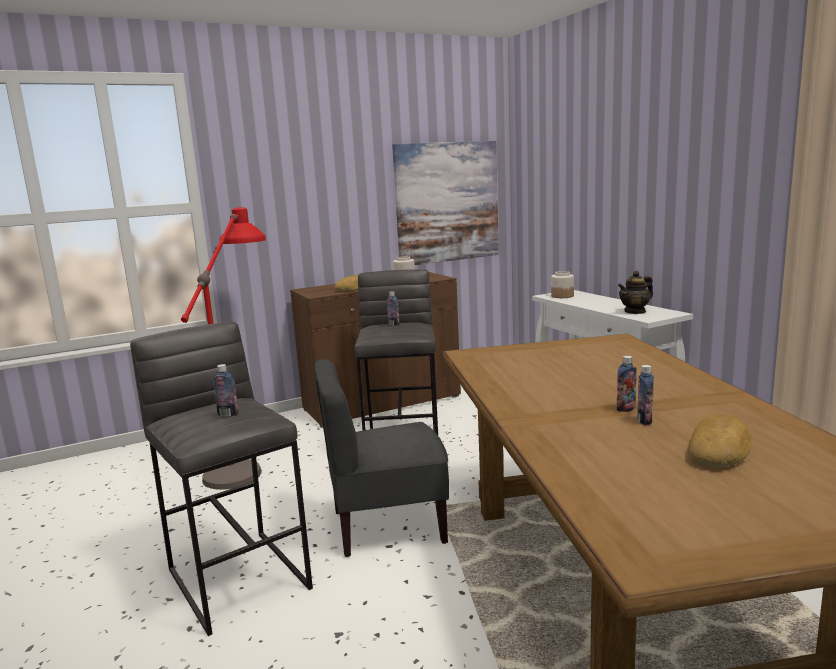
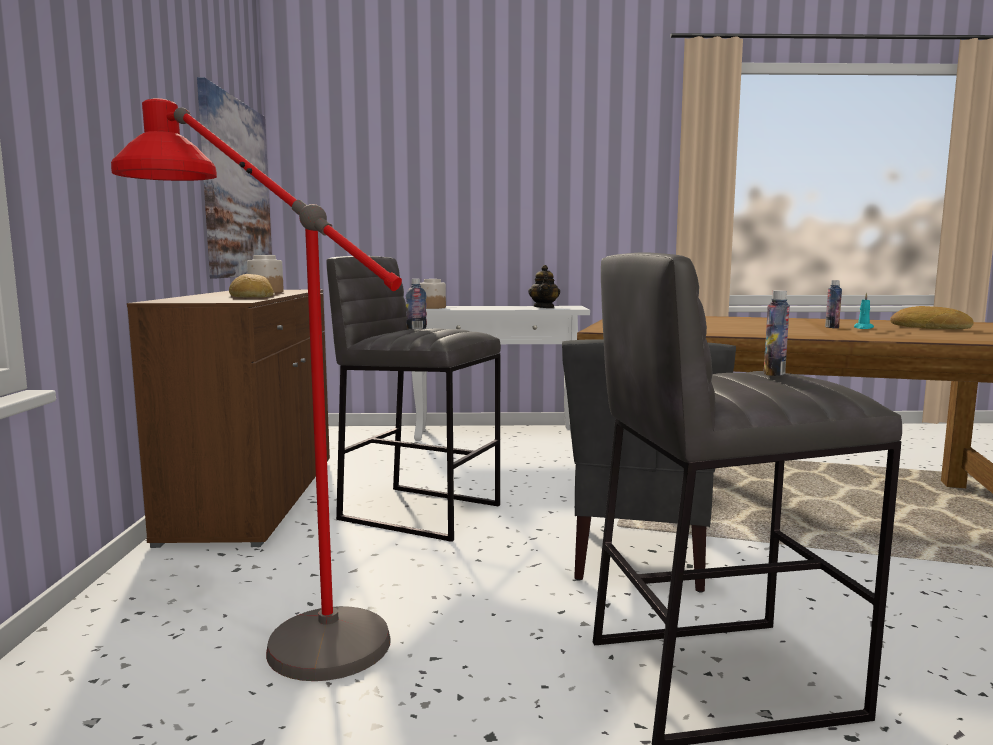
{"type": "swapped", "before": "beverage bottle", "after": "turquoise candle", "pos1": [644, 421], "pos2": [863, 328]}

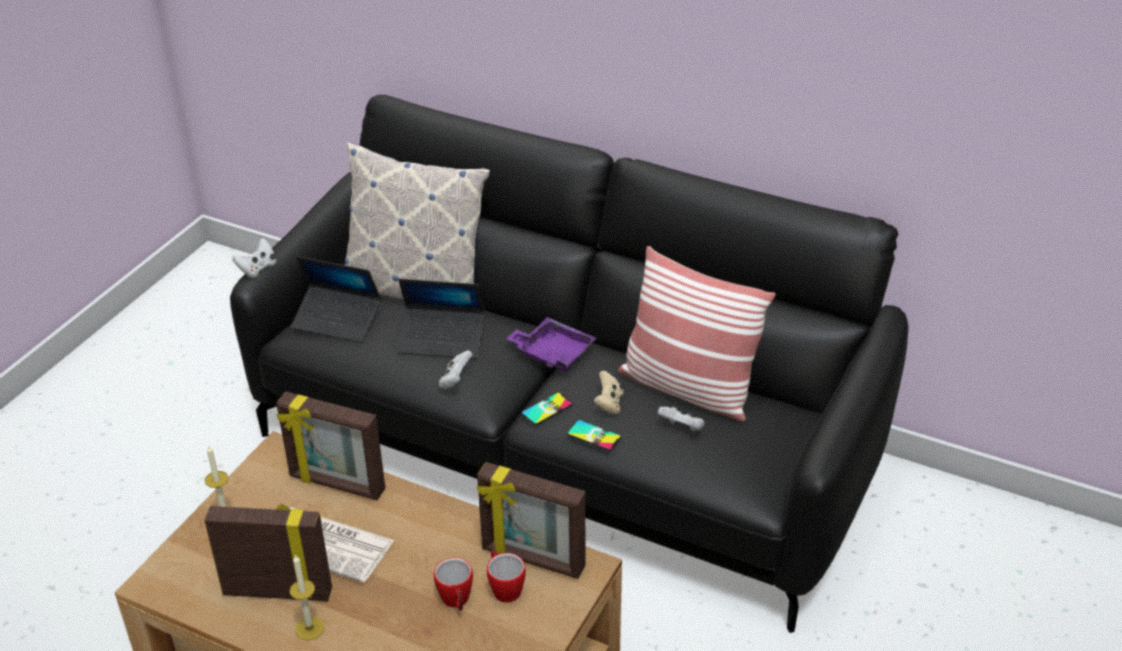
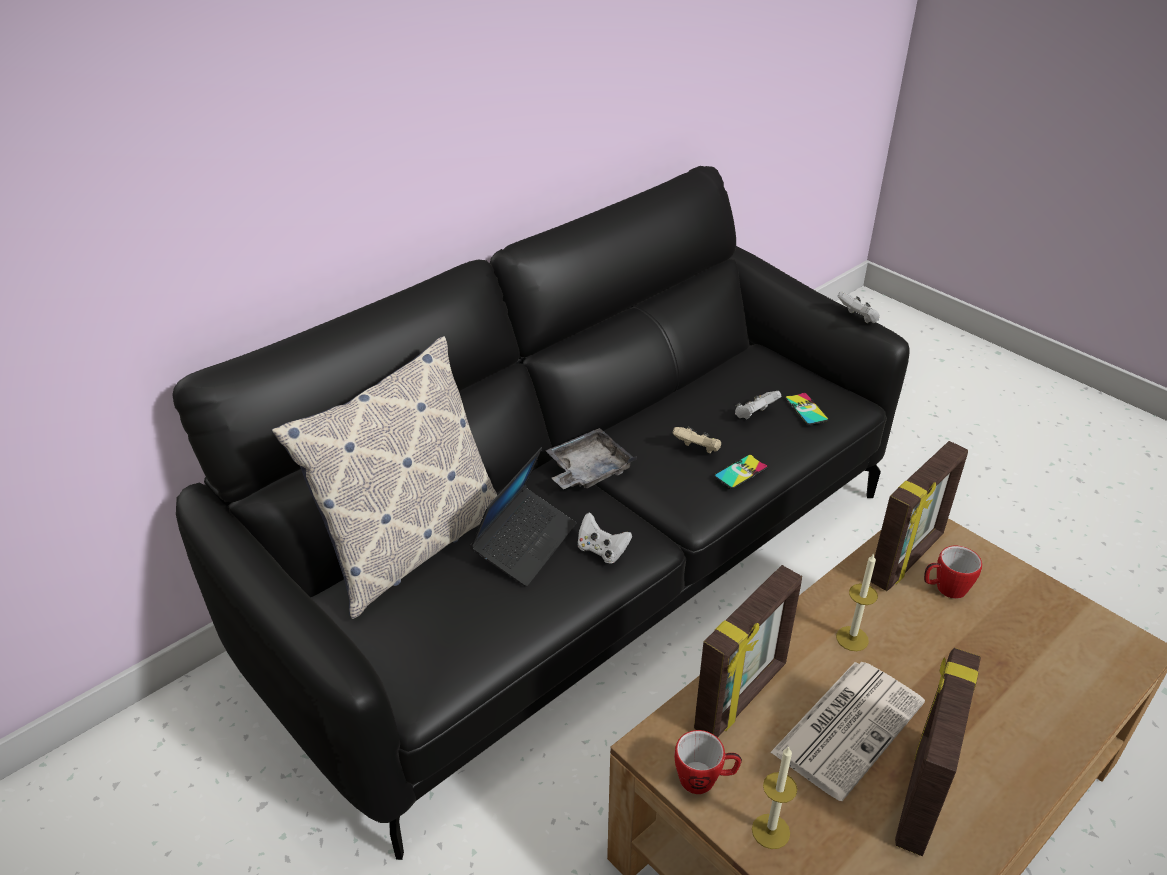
{"type": "gone", "before": "portable computer", "pos1": [337, 321]}
{"type": "gone", "before": "pillow", "pos1": [688, 388]}
{"type": "shifted", "before": "white-coloured joypad", "pos1": [258, 269], "pos2": [858, 318]}
{"type": "shifted", "before": "candle", "pos1": [309, 628], "pos2": [852, 638]}
{"type": "shifted", "before": "mug", "pos1": [456, 602], "pos2": [705, 779]}
{"type": "shifted", "before": "phone", "pos1": [547, 409], "pos2": [806, 409]}
{"type": "repainted", "before": "purple serving tray", "after": "greyish serving tray", "pos1": [553, 353], "pos2": [588, 470]}

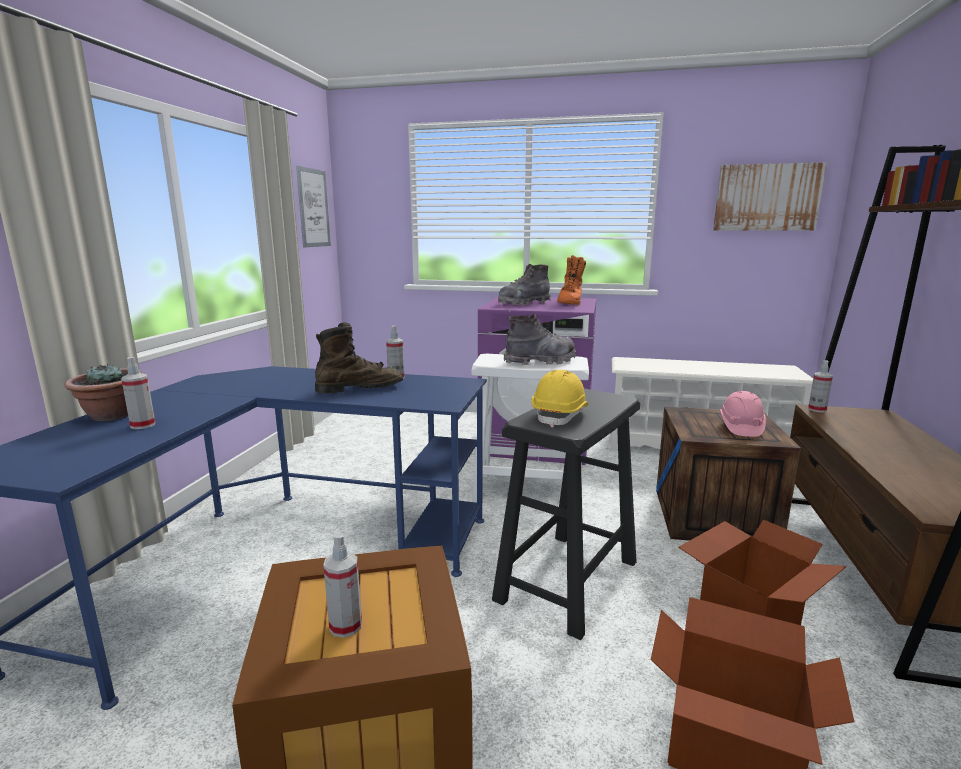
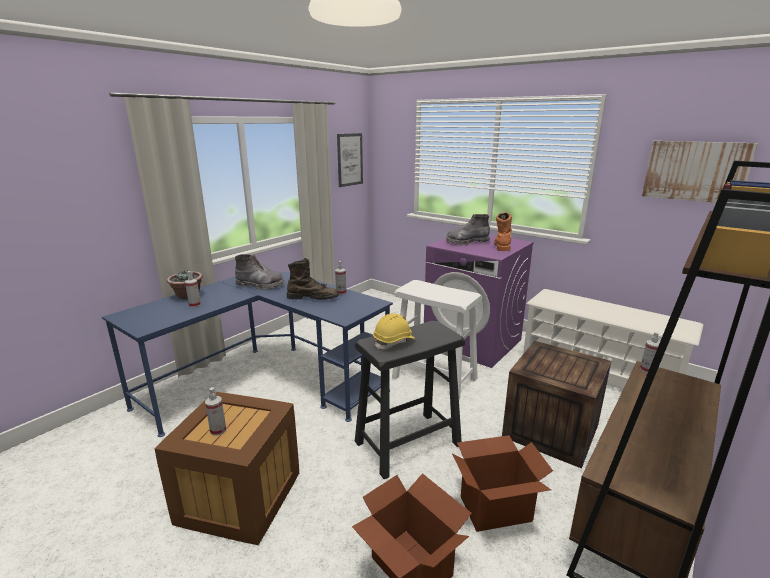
{"type": "gone", "before": "pink safety helmet", "pos1": [740, 427]}
{"type": "shifted", "before": "greyish high-top boot", "pos1": [540, 361], "pos2": [260, 286]}
{"type": "rotated", "before": "orangey high-top boot", "pos1": [570, 303], "pos2": [502, 246], "turn": 150}

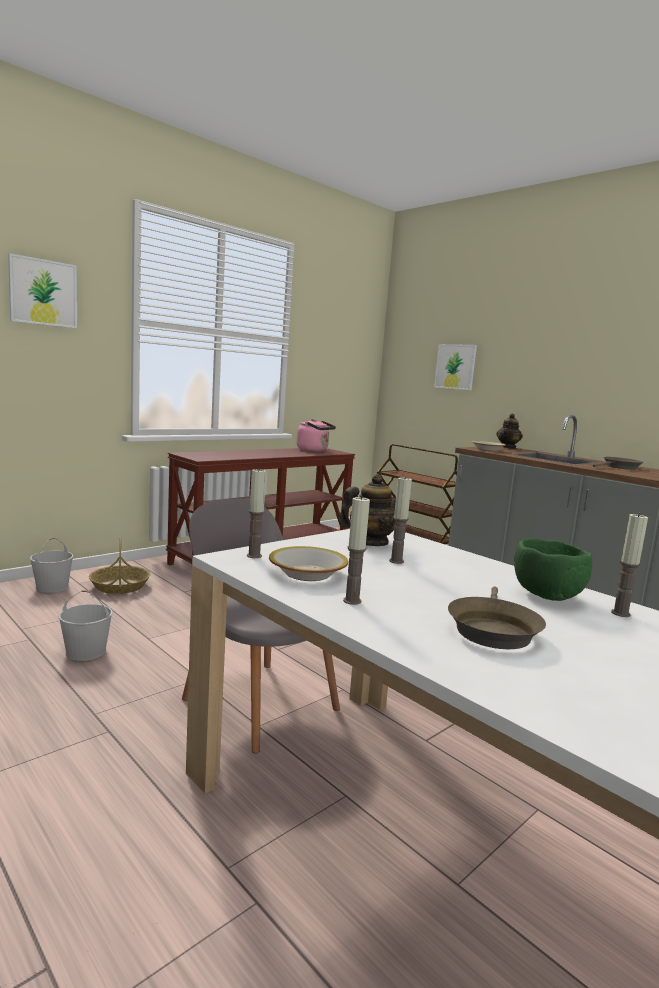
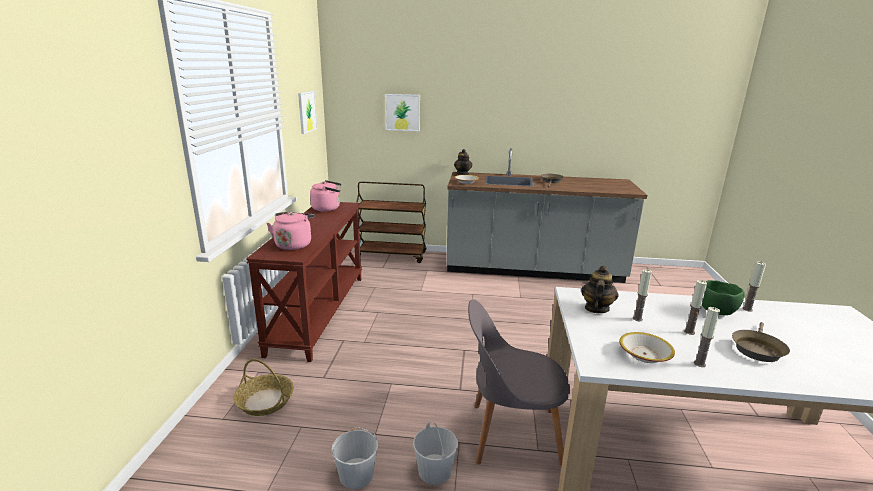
{"type": "new", "after": "pink tea kettle", "pos2": [294, 244]}
{"type": "shifted", "before": "wall picture", "pos1": [43, 292], "pos2": [307, 112]}
{"type": "shifted", "before": "white-coloured bucket", "pos1": [52, 587], "pos2": [434, 470]}
{"type": "shifted", "before": "candle", "pos1": [254, 556], "pos2": [689, 332]}
{"type": "rotated", "before": "brown-coloured pan", "pos1": [492, 629], "pos2": [757, 349], "turn": 60}

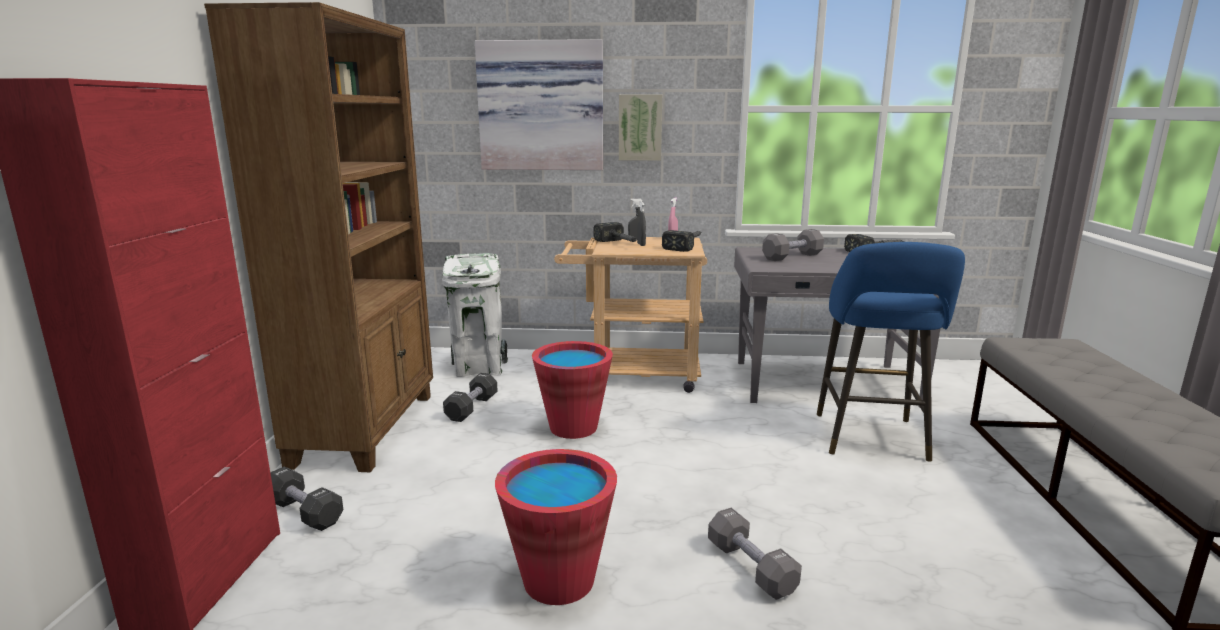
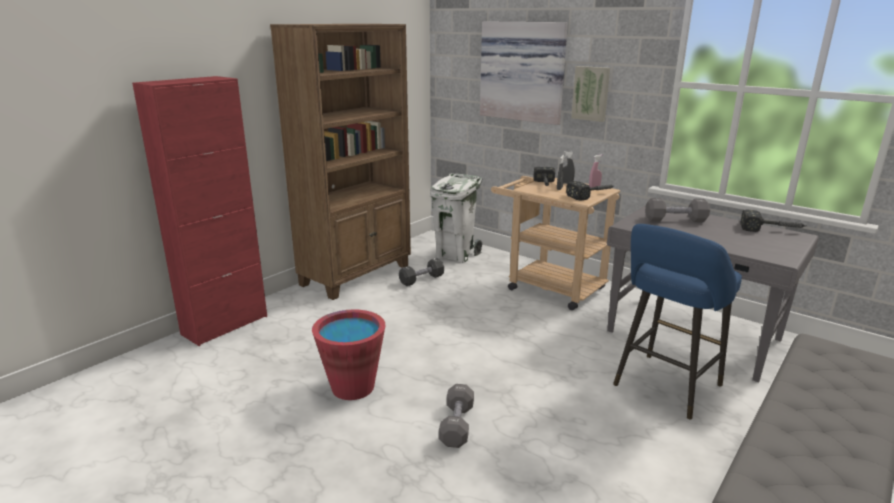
{"type": "gone", "before": "black dumbbell", "pos1": [304, 512]}
{"type": "gone", "before": "reddish bucket", "pos1": [573, 427]}

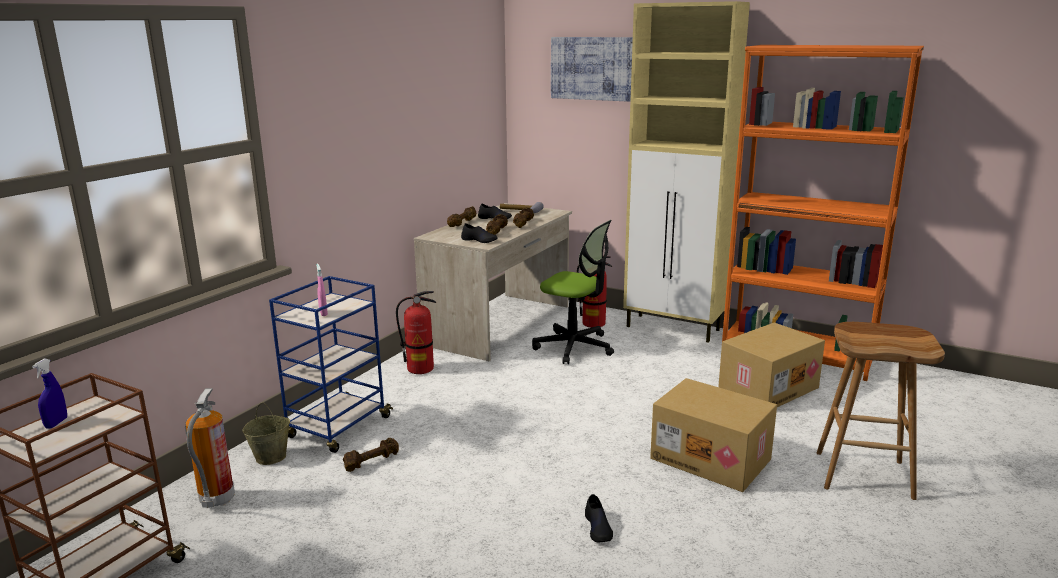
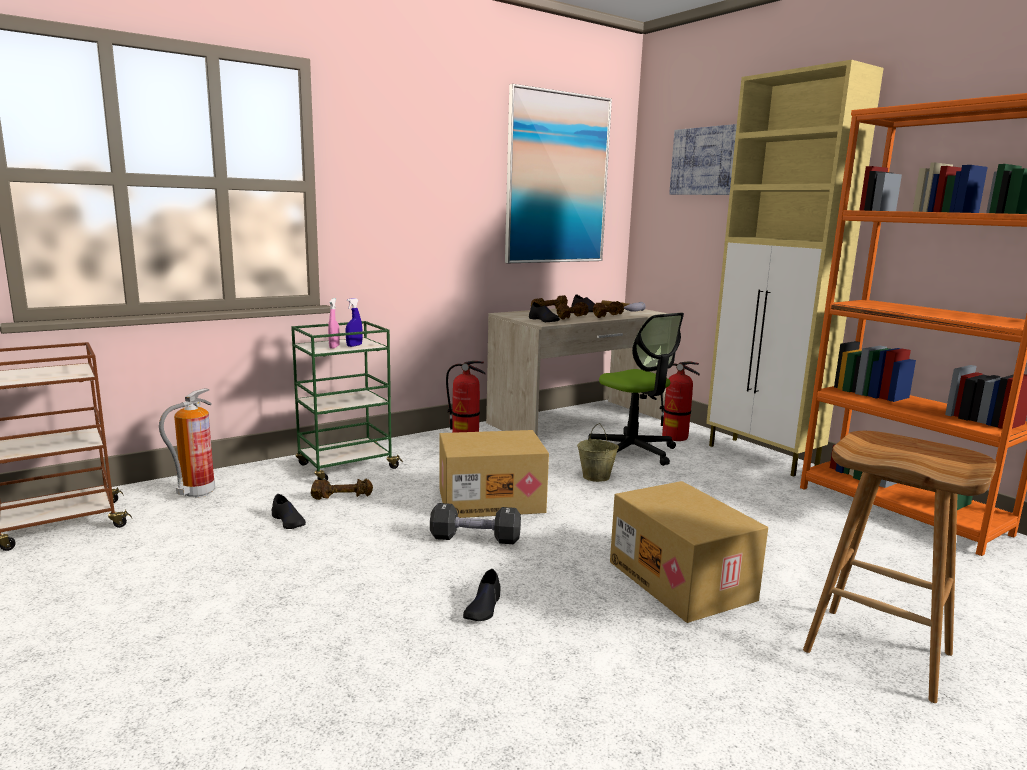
{"type": "new", "after": "black item of footwear", "pos2": [288, 521]}
{"type": "new", "after": "black dumbbell", "pos2": [475, 538]}
{"type": "new", "after": "wall picture", "pos2": [557, 179]}
{"type": "shifted", "before": "blue hand sprayer", "pos1": [56, 423], "pos2": [354, 345]}
{"type": "shifted", "before": "beige-coloured bucket", "pos1": [271, 457], "pos2": [596, 477]}
{"type": "shifted", "before": "packing box", "pos1": [767, 388], "pos2": [491, 500]}
{"type": "repainted", "before": "blue trolley", "after": "green trolley", "pos1": [338, 428], "pos2": [346, 467]}

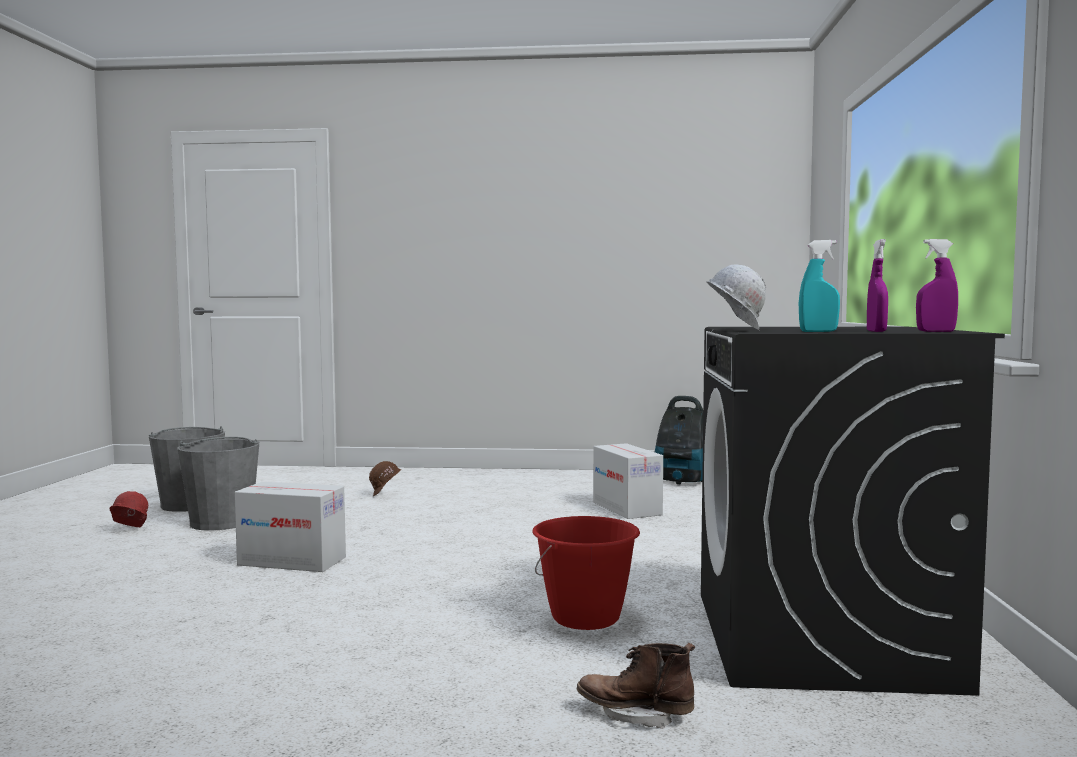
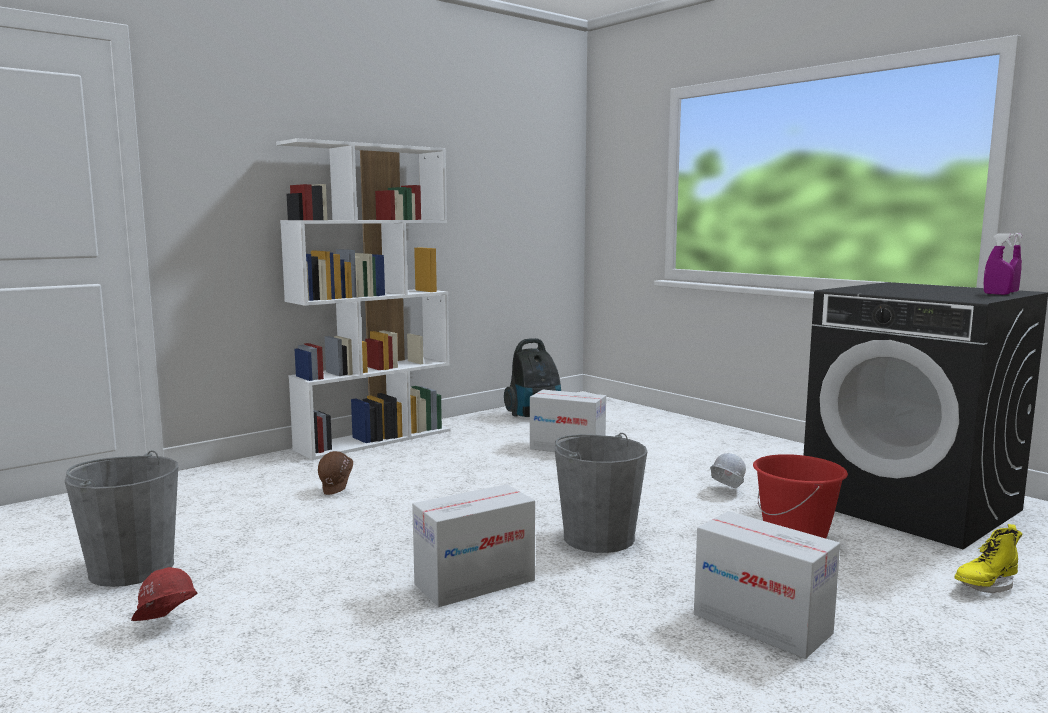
{"type": "gone", "before": "turquoise hand sprayer", "pos1": [818, 331]}
{"type": "new", "after": "white-coloured bookshelf", "pos2": [375, 439]}
{"type": "new", "after": "packing box", "pos2": [762, 624]}
{"type": "shifted", "before": "greyish bucket", "pos1": [222, 522], "pos2": [598, 537]}
{"type": "shifted", "before": "white-coloured safety helmet", "pos1": [734, 330], "pos2": [725, 491]}
{"type": "repainted", "before": "brown-coloured high-top boot", "after": "yellow high-top boot", "pos1": [635, 715], "pos2": [985, 585]}

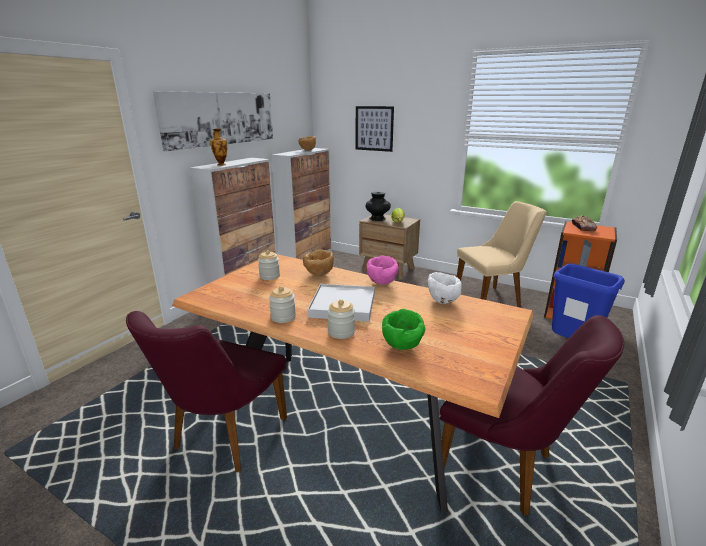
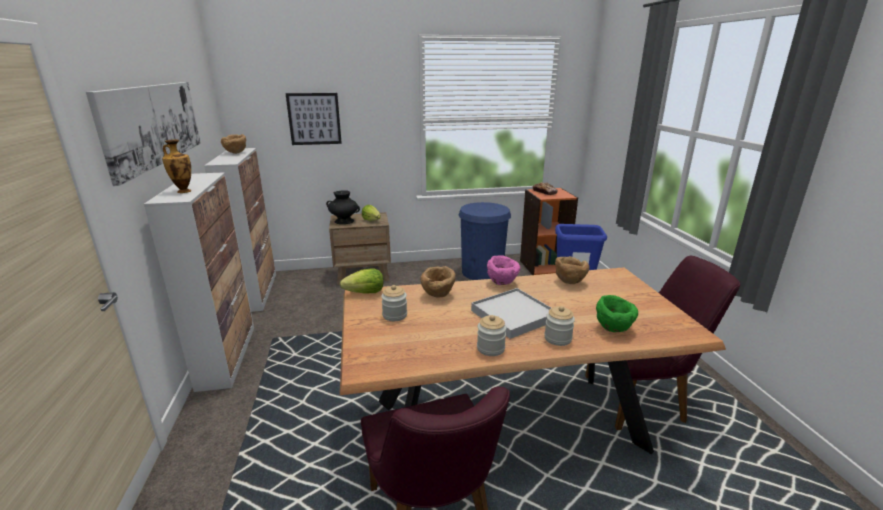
{"type": "new", "after": "lettuce", "pos2": [365, 293]}
{"type": "swapped", "before": "beige-coloured plain chair", "after": "blue trash can", "pos1": [493, 298], "pos2": [482, 272]}
{"type": "repainted", "before": "white-coloured serving bowl", "after": "brown-coloured serving bowl", "pos1": [443, 301], "pos2": [569, 282]}

